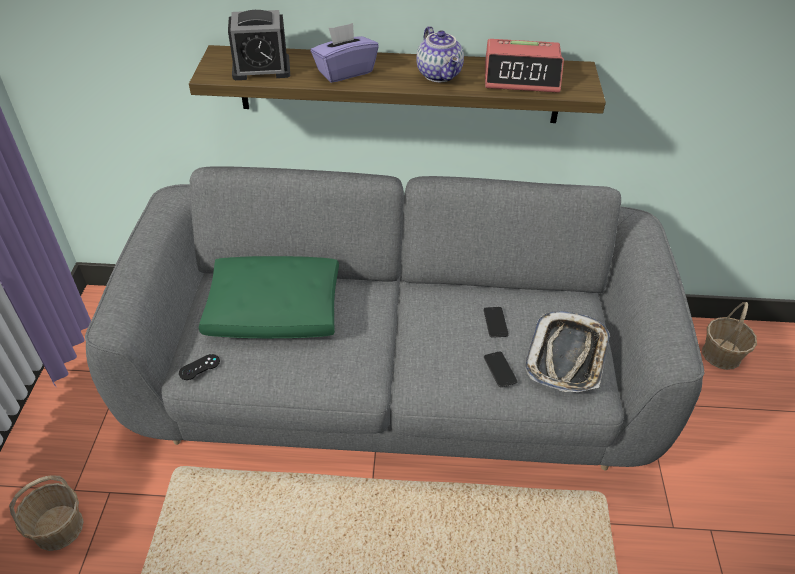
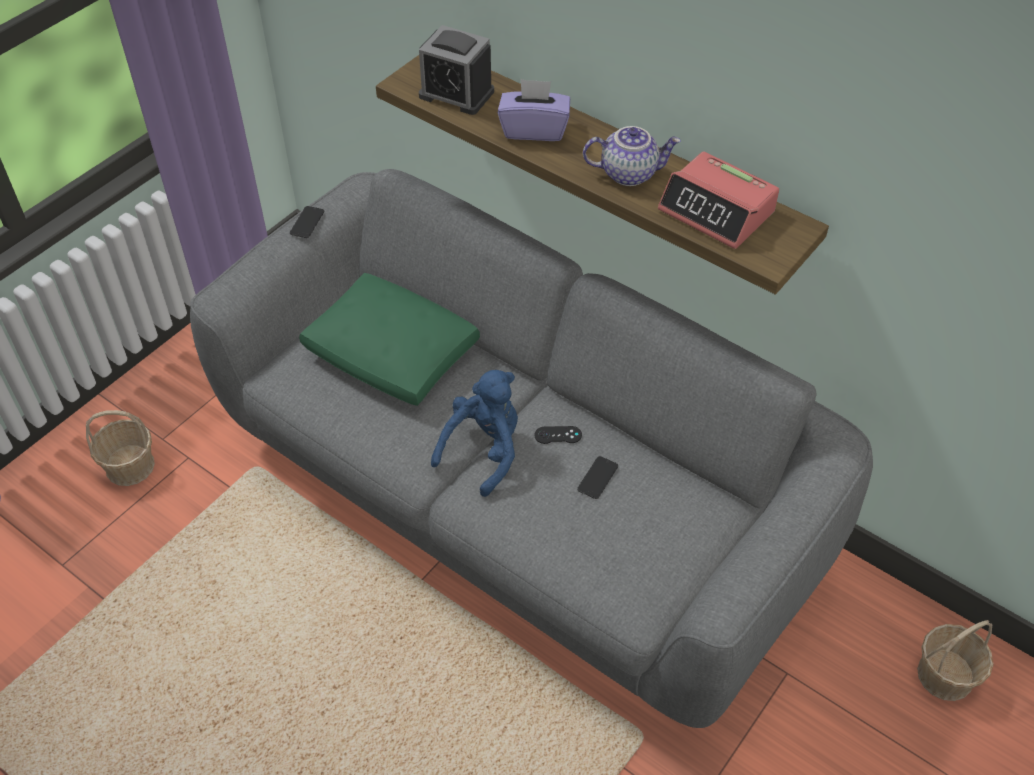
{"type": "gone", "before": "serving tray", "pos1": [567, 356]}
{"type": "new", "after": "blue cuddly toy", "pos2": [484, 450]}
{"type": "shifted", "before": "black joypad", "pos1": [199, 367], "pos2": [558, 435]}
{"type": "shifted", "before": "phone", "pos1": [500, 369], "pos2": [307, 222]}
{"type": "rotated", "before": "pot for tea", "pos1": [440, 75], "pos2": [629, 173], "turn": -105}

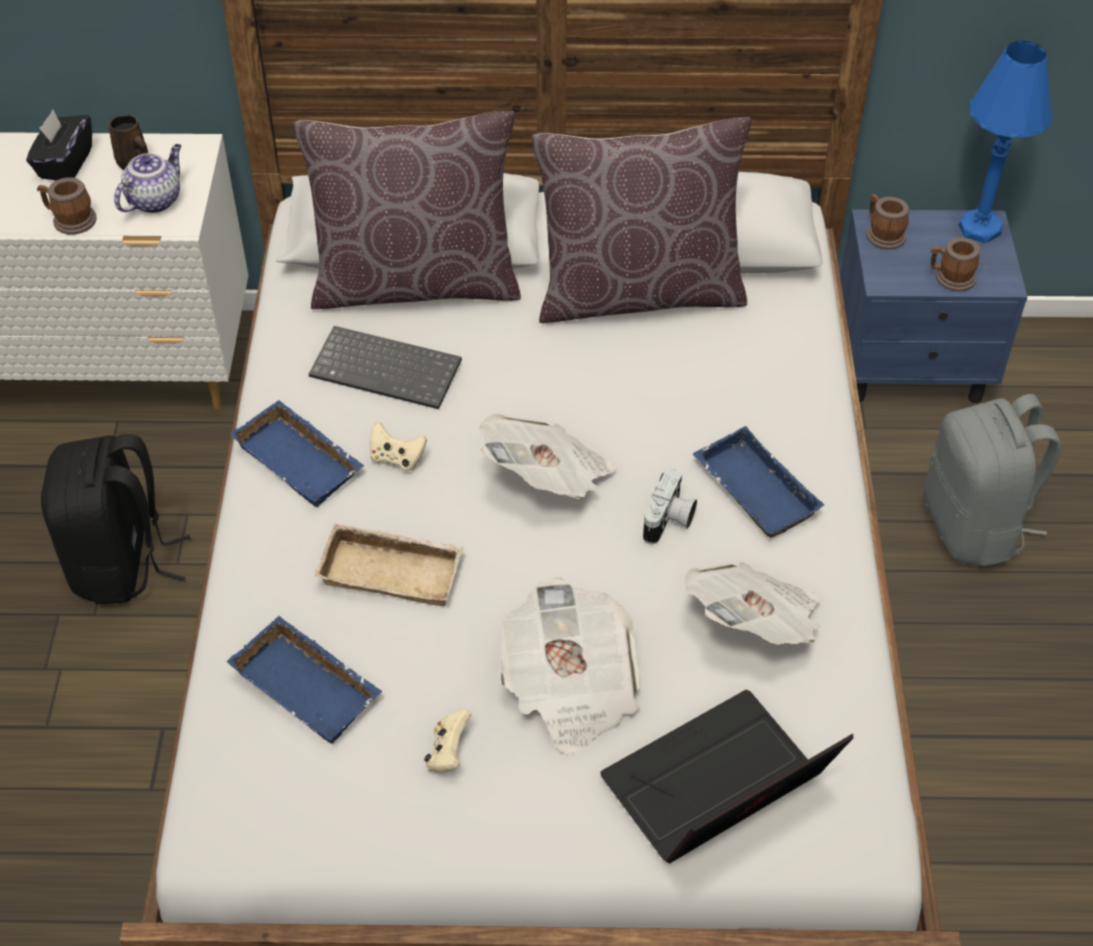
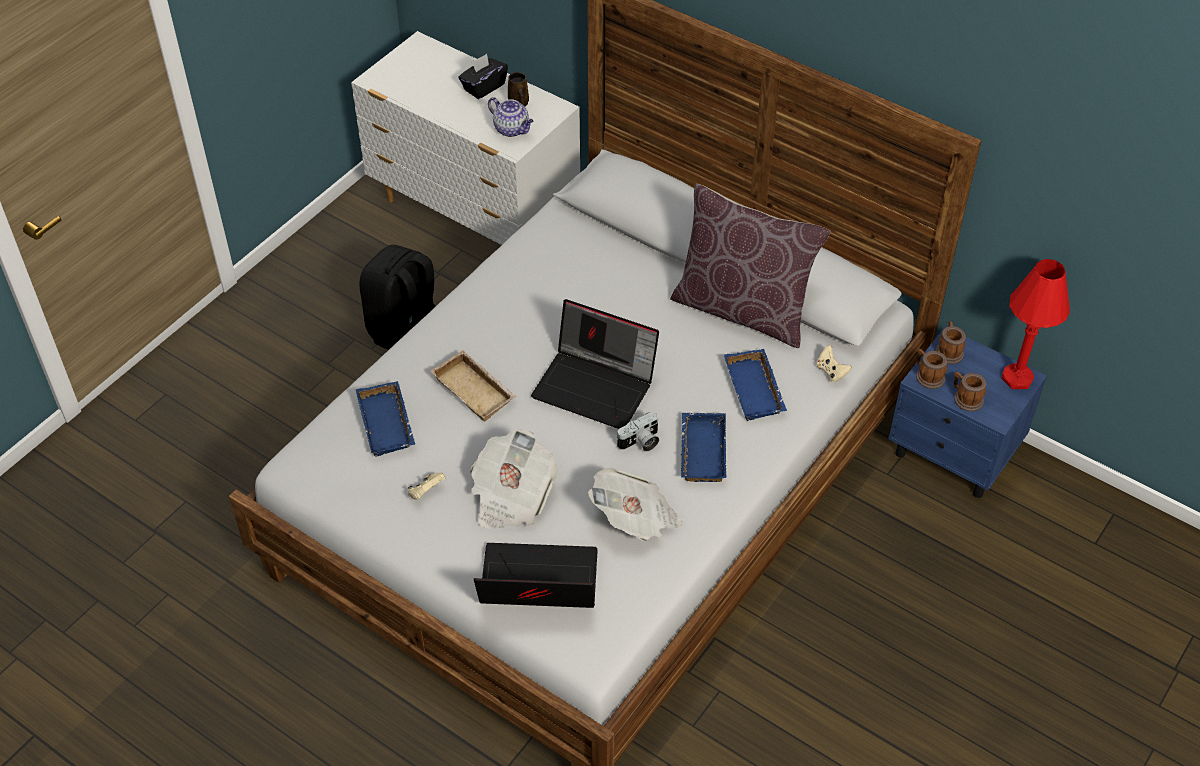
{"type": "gone", "before": "brown-coloured pillow", "pos1": [415, 283]}
{"type": "gone", "before": "PC keyboard", "pos1": [388, 369]}
{"type": "gone", "before": "greyish backpack", "pos1": [974, 527]}
{"type": "shifted", "before": "mug", "pos1": [70, 220], "pos2": [927, 376]}
{"type": "shifted", "before": "blue serving tray", "pos1": [302, 460], "pos2": [756, 390]}
{"type": "shifted", "before": "beige-coloured joypad", "pos1": [397, 459], "pos2": [831, 371]}
{"type": "swapped", "before": "newspaper", "after": "portable computer", "pos1": [548, 479], "pos2": [596, 386]}
{"type": "repainted", "before": "blue lamp for a table", "after": "reddish lamp for a table", "pos1": [979, 229], "pos2": [1017, 378]}
{"type": "rotated", "before": "pot for tea", "pos1": [155, 200], "pos2": [512, 129], "turn": 60}

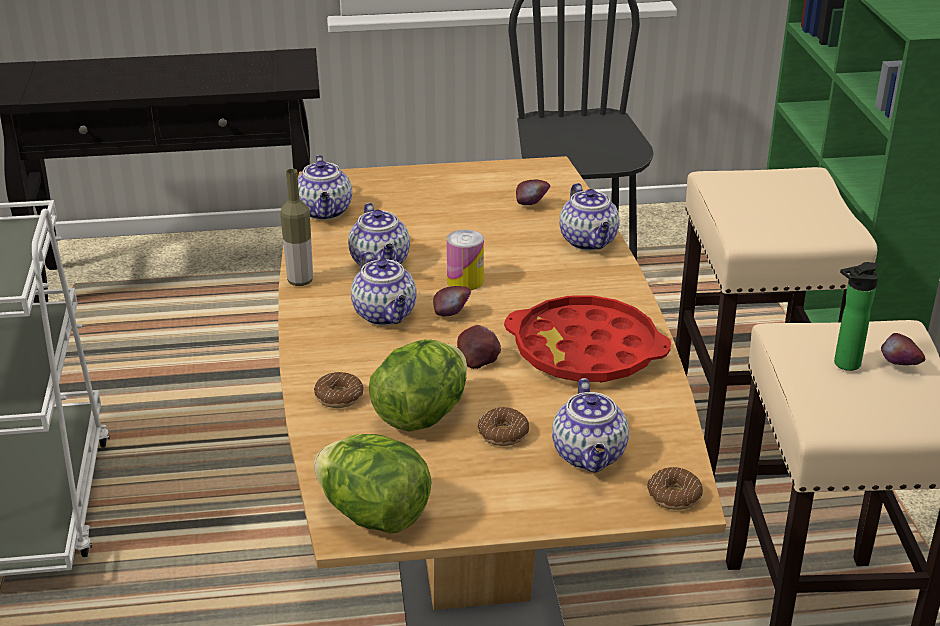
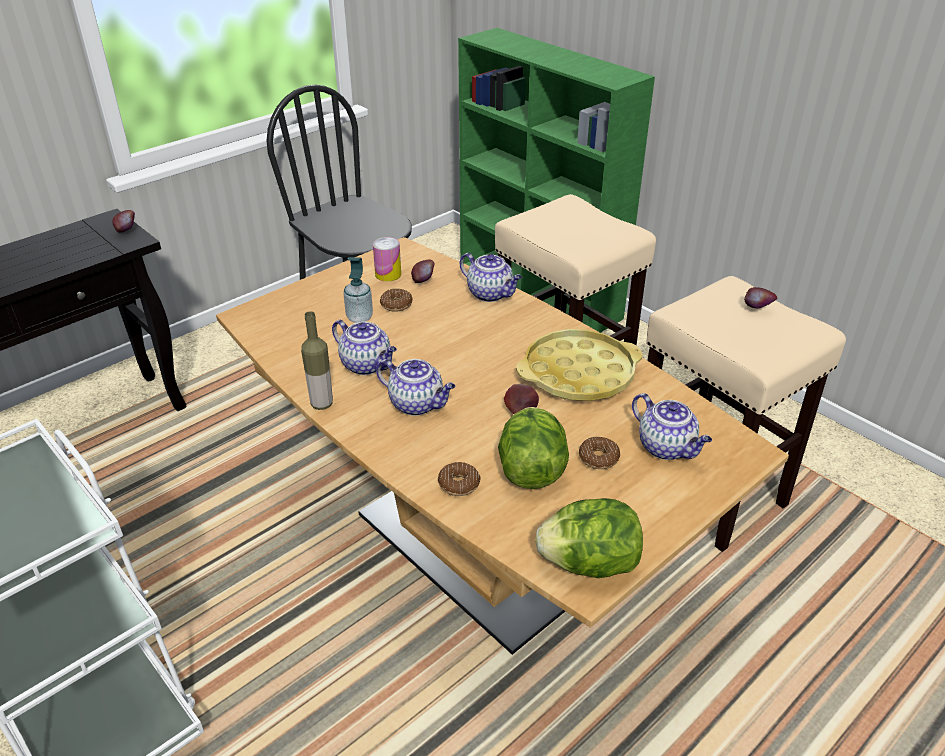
{"type": "gone", "before": "pot for tea", "pos1": [325, 212]}
{"type": "gone", "before": "beverage bottle", "pos1": [843, 364]}
{"type": "new", "after": "soap bottle", "pos2": [359, 318]}
{"type": "shifted", "before": "apple", "pos1": [452, 315], "pos2": [127, 231]}
{"type": "shifted", "before": "metal can", "pos1": [465, 281], "pos2": [388, 274]}
{"type": "shifted", "before": "donut", "pos1": [674, 496], "pos2": [396, 304]}
{"type": "repainted", "before": "reddish serving tray", "after": "yellow serving tray", "pos1": [586, 351], "pos2": [578, 374]}

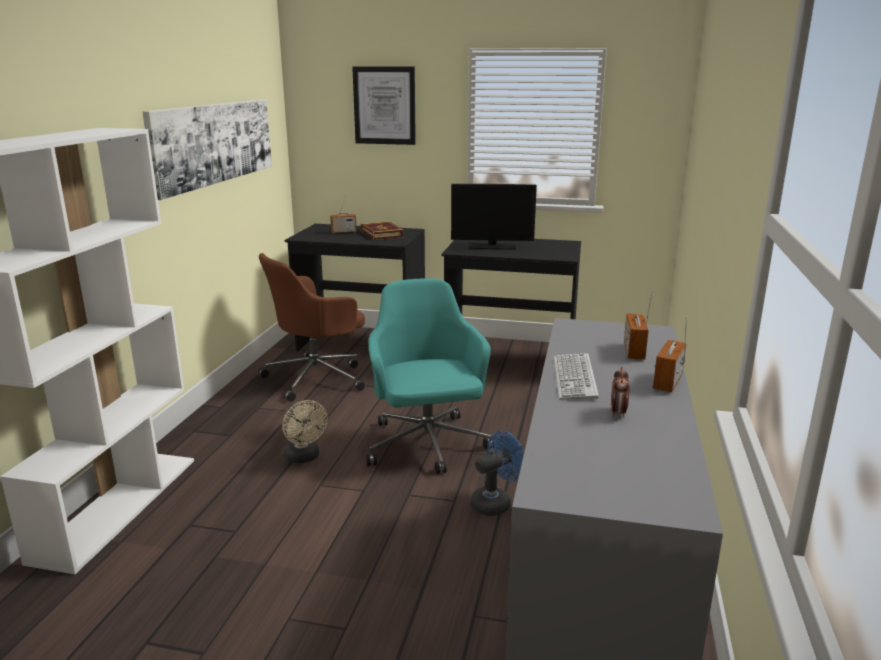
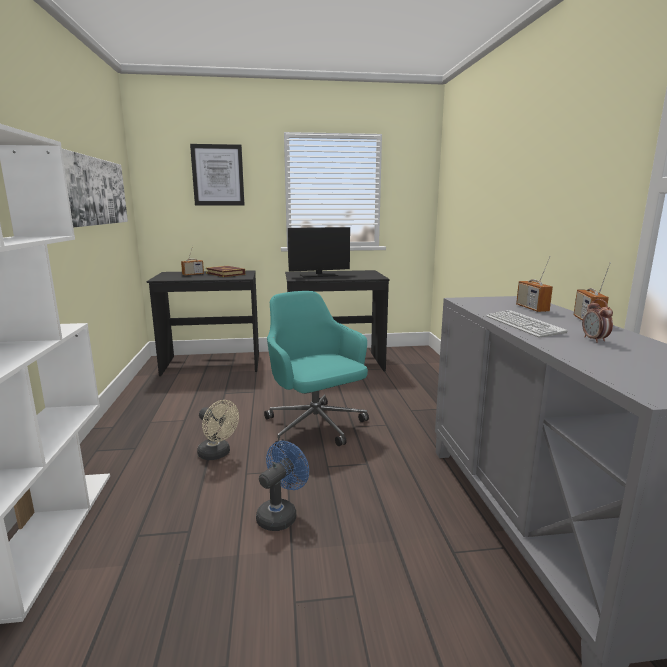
{"type": "gone", "before": "brown-coloured desk chair", "pos1": [317, 377]}
{"type": "shifted", "before": "blue fan", "pos1": [495, 502], "pos2": [281, 514]}

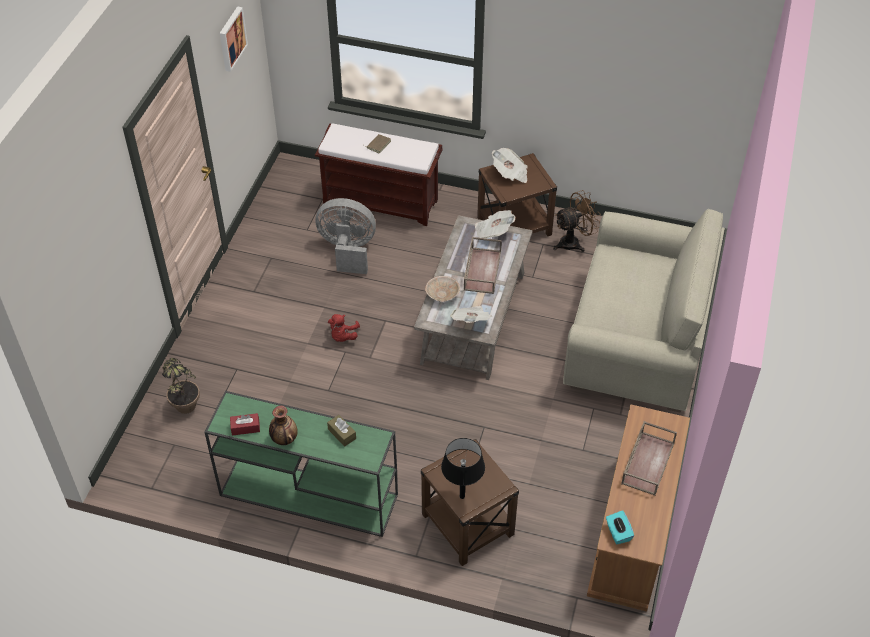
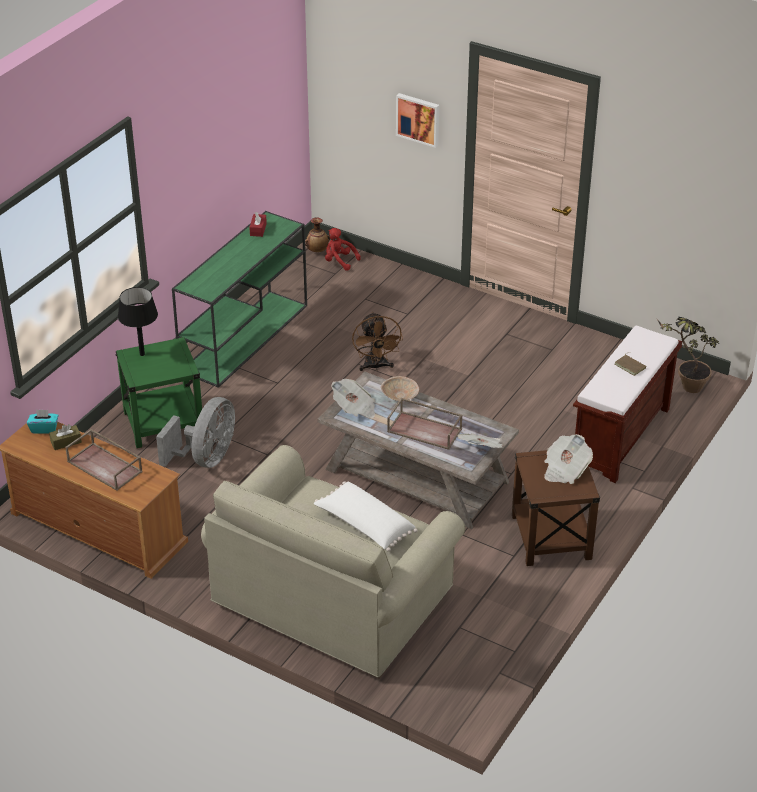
{"type": "new", "after": "white-coloured pillow", "pos2": [364, 525]}
{"type": "shifted", "before": "potted plant", "pos1": [186, 412], "pos2": [684, 386]}
{"type": "shifted", "before": "wall picture", "pos1": [231, 38], "pos2": [418, 119]}
{"type": "shifted", "before": "decorative vase", "pos1": [284, 439], "pos2": [317, 250]}
{"type": "shifted", "before": "greyish fan", "pos1": [348, 250], "pos2": [206, 458]}
{"type": "shifted", "before": "brown-coloured tissue holder", "pos1": [342, 434], "pos2": [66, 442]}
{"type": "shifted", "before": "reddish cuddly toy", "pos1": [343, 336], "pos2": [339, 261]}
{"type": "shifted", "before": "brown-coloured fan", "pos1": [574, 242], "pos2": [376, 366]}
{"type": "repainted", "before": "brown-coloured end table", "after": "green end table", "pos1": [468, 525], "pos2": [163, 423]}

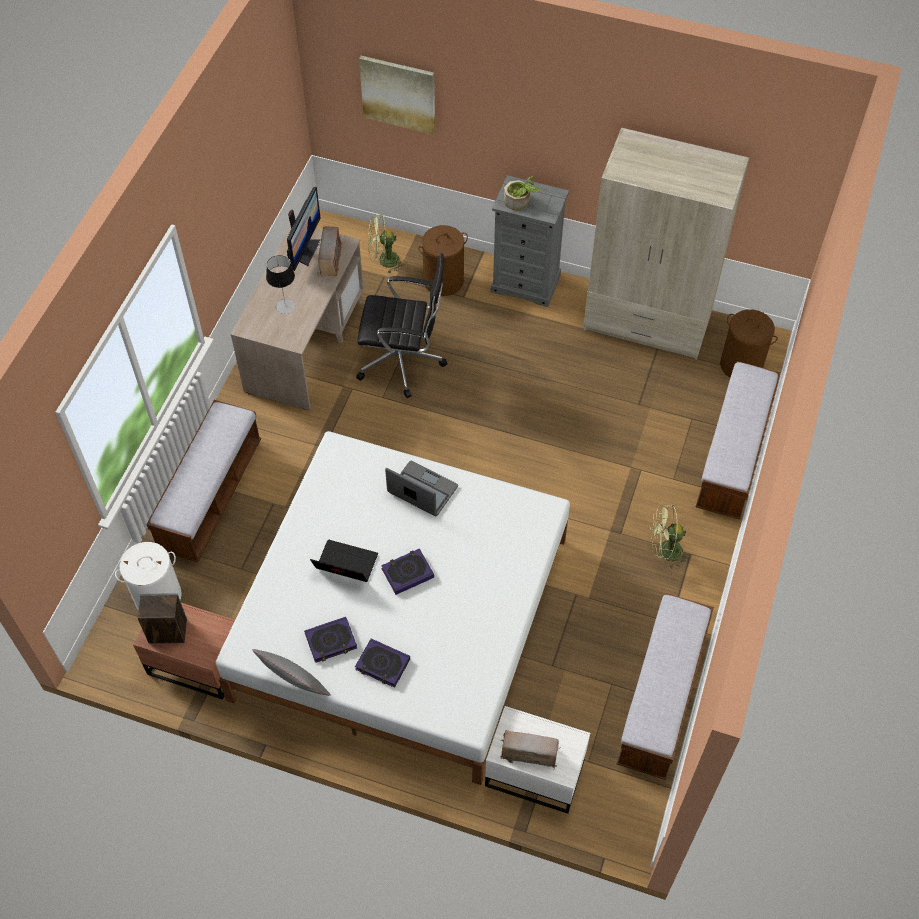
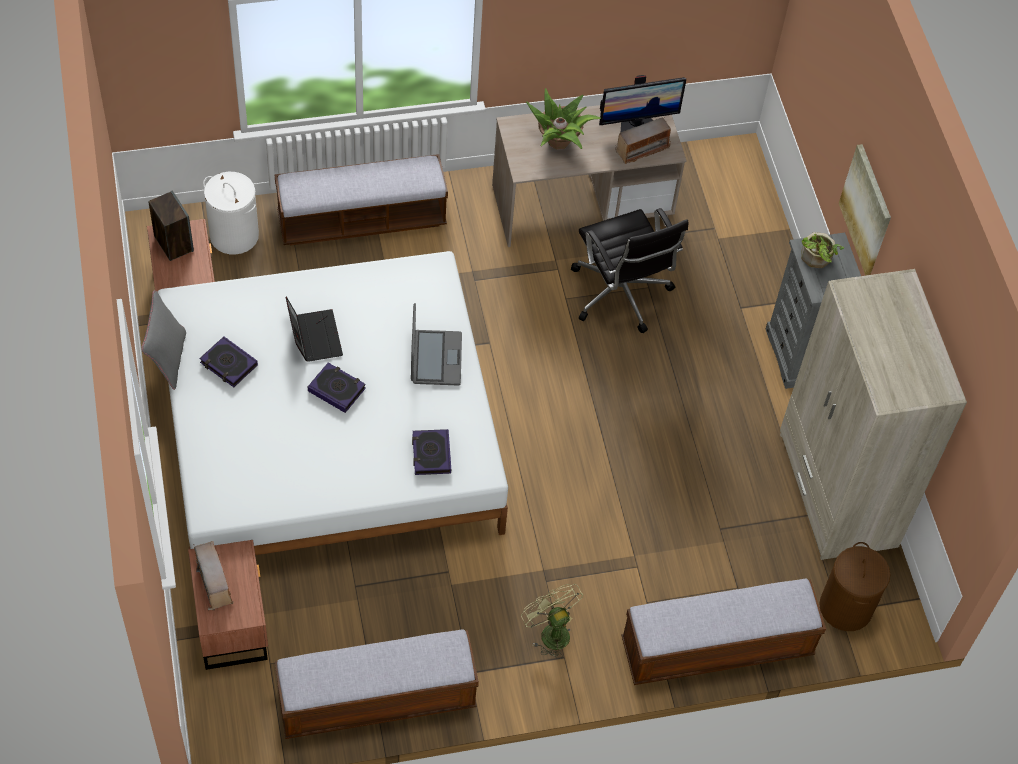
{"type": "gone", "before": "green fan", "pos1": [384, 261]}
{"type": "gone", "before": "brown-coloured laundry basket", "pos1": [444, 281]}
{"type": "shifted", "before": "bound book", "pos1": [382, 665], "pos2": [431, 454]}
{"type": "shifted", "before": "wall picture", "pos1": [398, 94], "pos2": [866, 209]}
{"type": "swapped", "before": "lamp for a table", "after": "potted plant", "pos1": [285, 306], "pos2": [559, 142]}
{"type": "repainted", "before": "white-coloured bedside table", "after": "brown-coloured bedside table", "pos1": [533, 771], "pos2": [233, 620]}

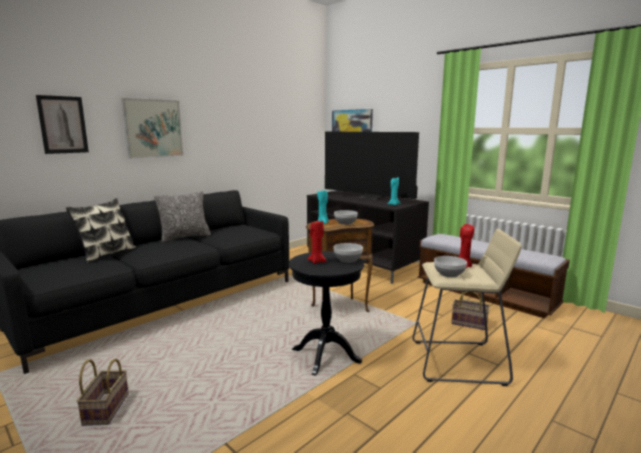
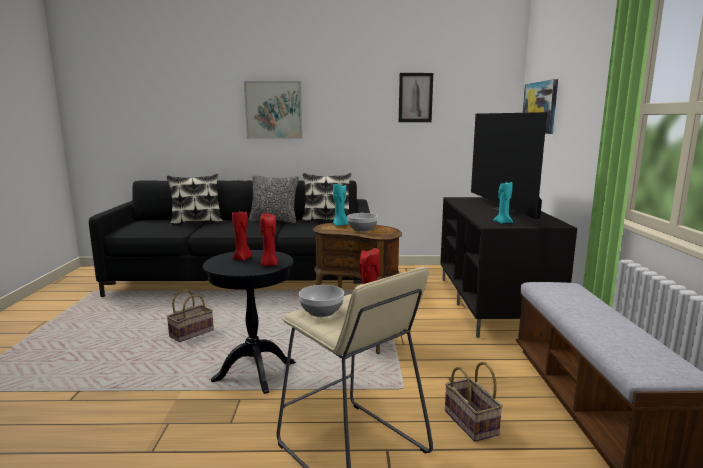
{"type": "new", "after": "pillow", "pos2": [326, 220]}
{"type": "shifted", "before": "wall picture", "pos1": [63, 125], "pos2": [415, 97]}
{"type": "shifted", "before": "storage basket", "pos1": [106, 408], "pos2": [192, 333]}
{"type": "swapped", "before": "serving bowl", "after": "reddish candle", "pos1": [347, 259], "pos2": [269, 264]}

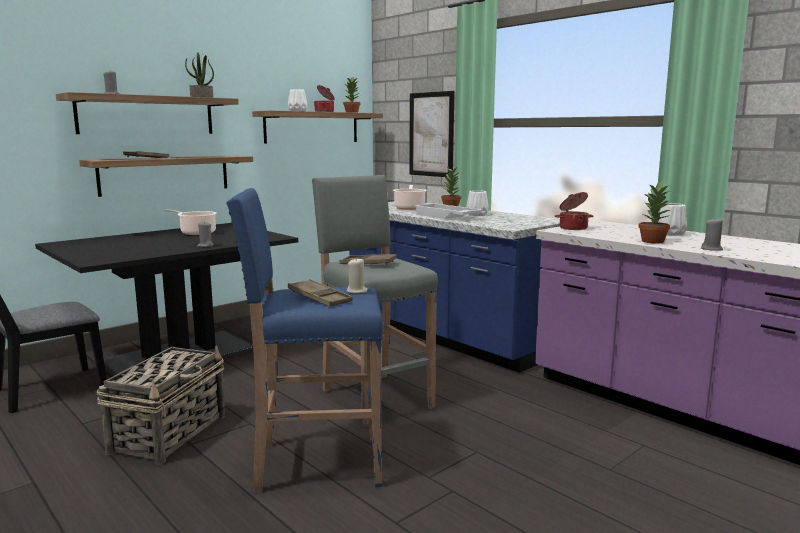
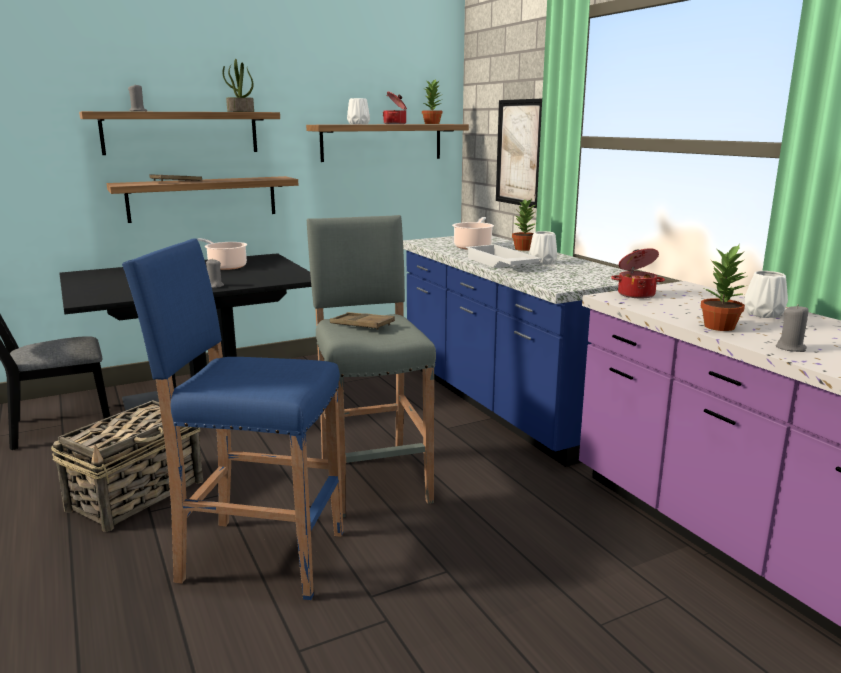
{"type": "gone", "before": "brown-coloured serving tray", "pos1": [319, 298]}
{"type": "gone", "before": "beige-coloured candle", "pos1": [357, 291]}

